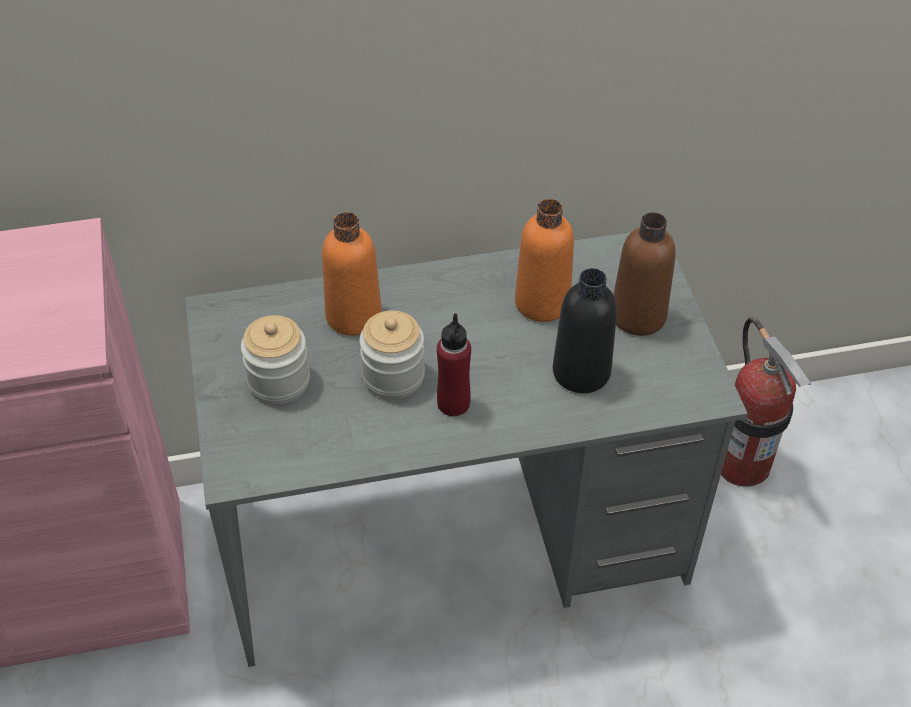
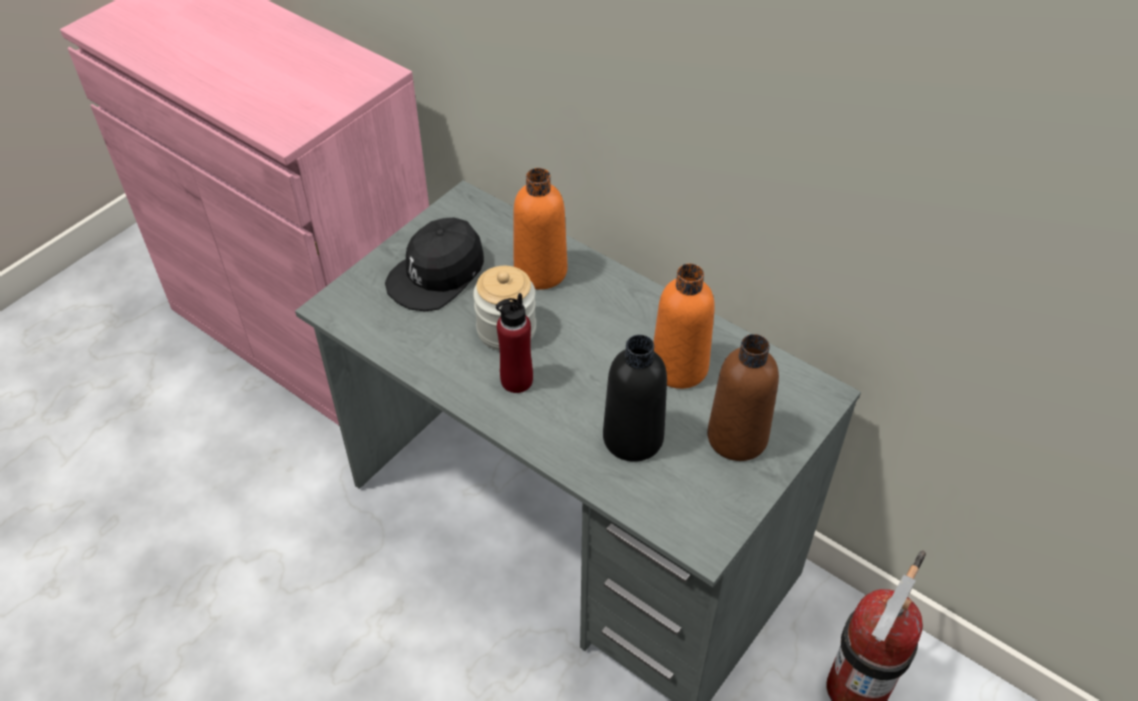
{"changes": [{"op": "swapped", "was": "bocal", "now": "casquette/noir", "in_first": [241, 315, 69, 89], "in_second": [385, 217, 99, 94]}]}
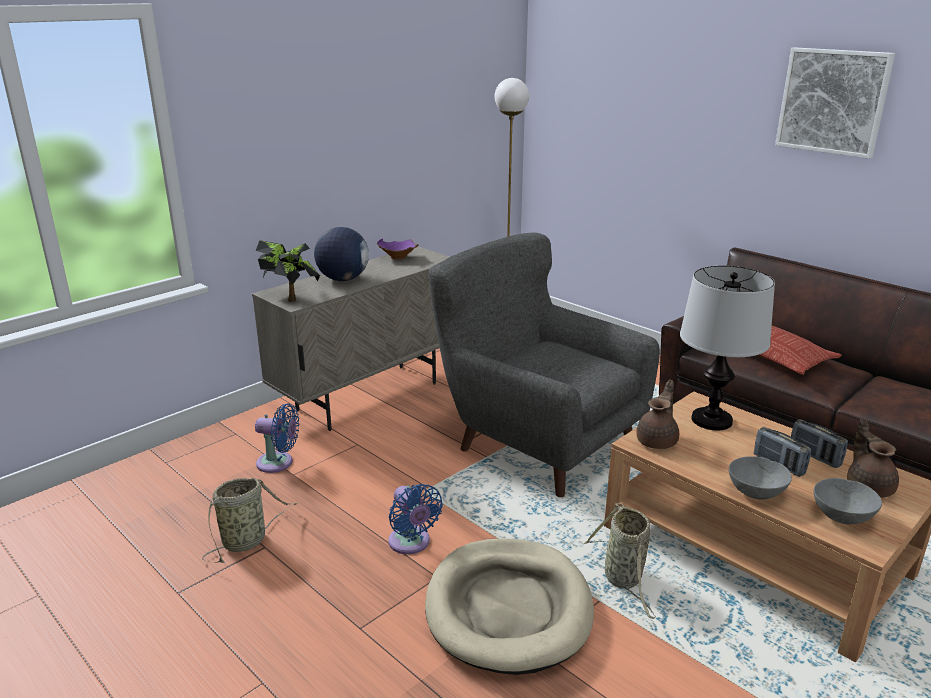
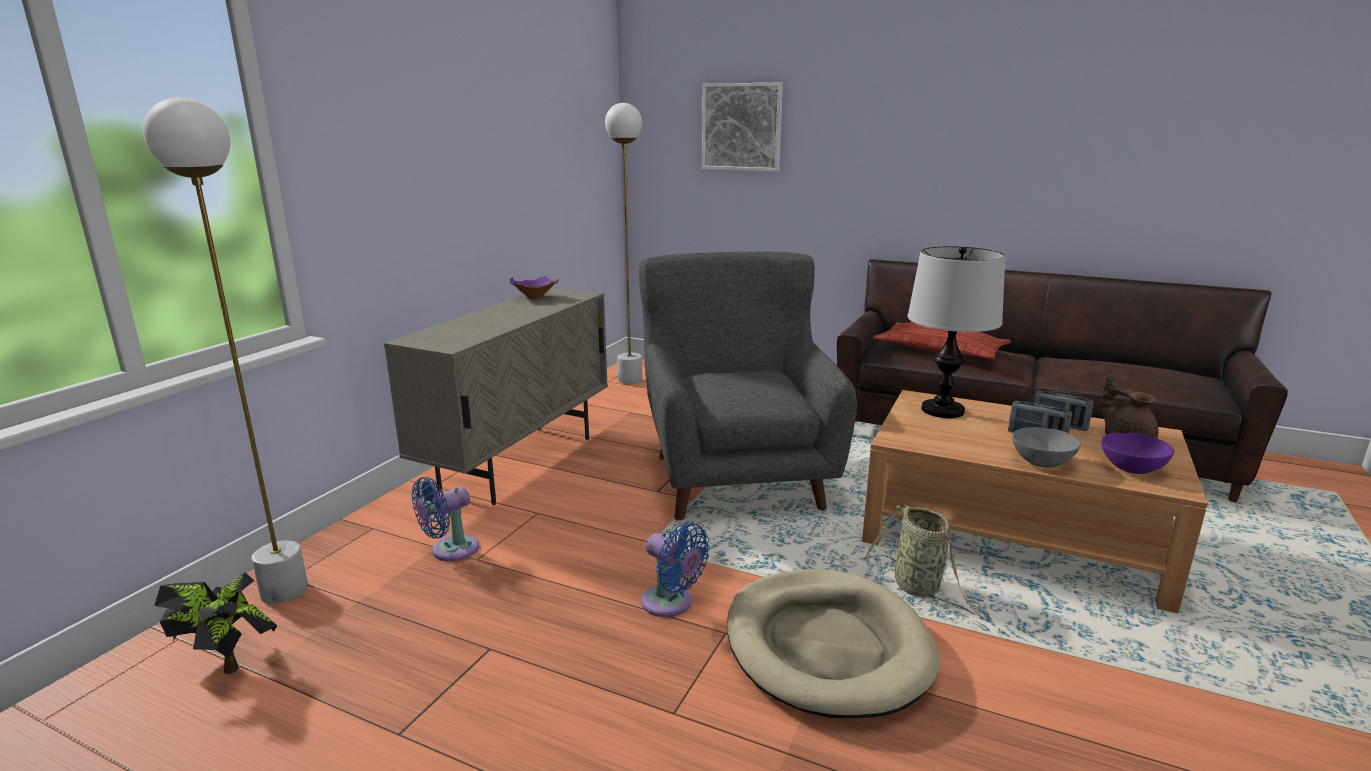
{"changes": [{"op": "gone", "was": "panier", "in_first": [202, 478, 96, 85]}, {"op": "gone", "was": "globe", "in_first": [314, 227, 55, 54]}, {"op": "gone", "was": "théière/marron", "in_first": [636, 379, 43, 70]}, {"op": "new", "now": "lampadaire/blanc", "in_second": [143, 97, 165, 507]}, {"op": "shifted", "was": "plante en pot", "in_first": [256, 240, 64, 62], "in_second": [154, 572, 123, 102]}, {"op": "shifted", "was": "tableau", "in_first": [775, 47, 120, 112], "in_second": [702, 83, 81, 89]}, {"op": "repainted", "was": "bol/gris", "now": "bol/violet", "in_first": [814, 478, 68, 46], "in_second": [1101, 433, 73, 41]}, {"op": "rotated", "was": "ventilateur/bleu", "in_first": [255, 404, 44, 69], "in_second": [411, 477, 68, 84], "clockwise": 150}, {"op": "rotated", "was": "fauteuil/gris", "in_first": [428, 232, 232, 265], "in_second": [639, 251, 218, 269], "clockwise": 60}]}
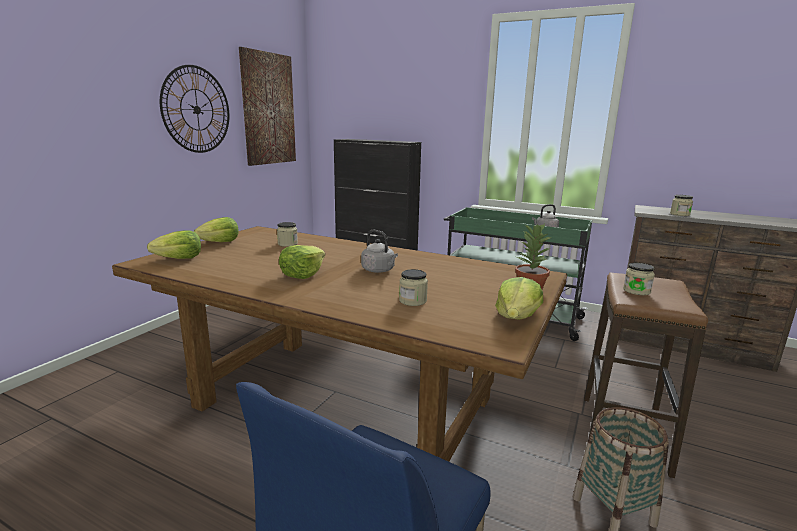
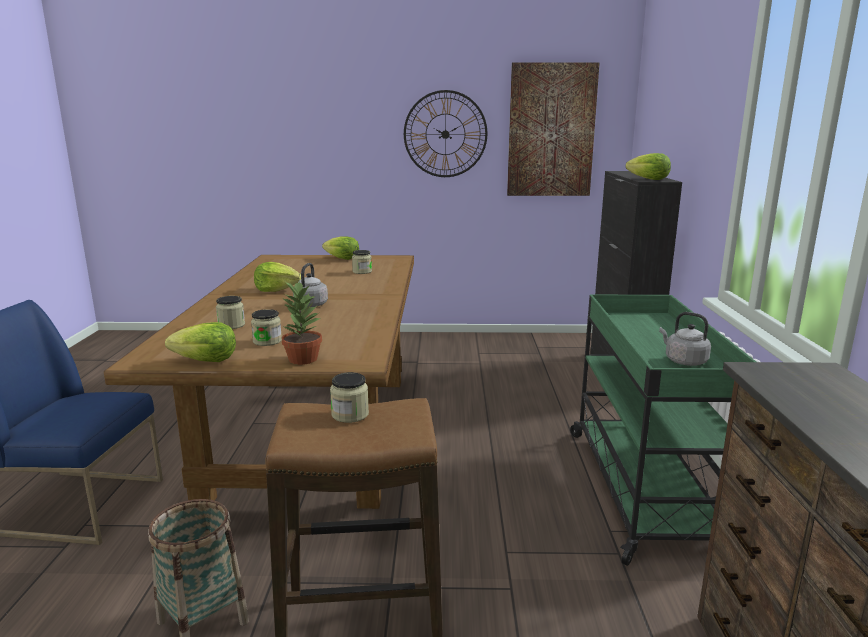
{"changes": [{"op": "shifted", "was": "laitue", "in_first": [147, 230, 54, 29], "in_second": [626, 153, 45, 27]}, {"op": "shifted", "was": "bocal", "in_first": [670, 195, 23, 21], "in_second": [251, 309, 31, 37]}]}
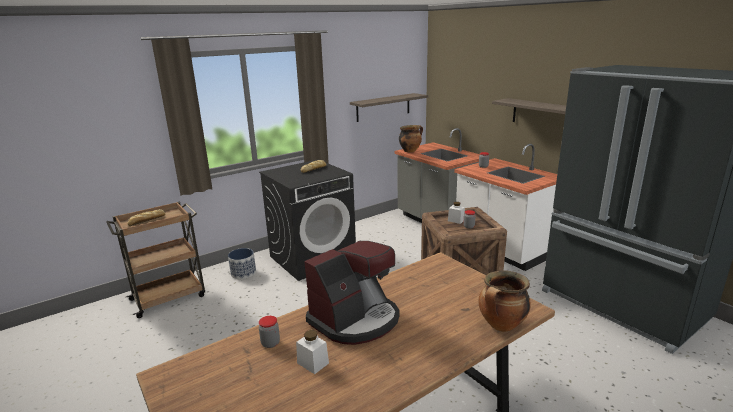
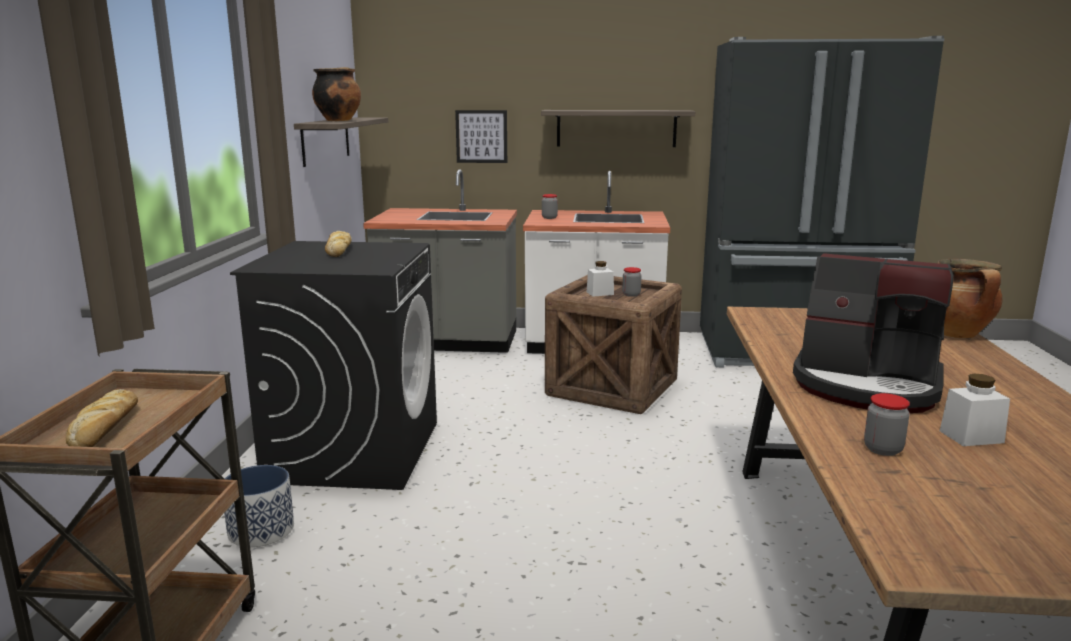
{"changes": [{"op": "new", "now": "tableau", "in_second": [455, 110, 52, 53]}, {"op": "shifted", "was": "marmite", "in_first": [399, 125, 24, 27], "in_second": [312, 67, 49, 54]}, {"op": "rotated", "was": "machine à café", "in_first": [304, 241, 96, 104], "in_second": [793, 253, 160, 160], "clockwise": 120}]}
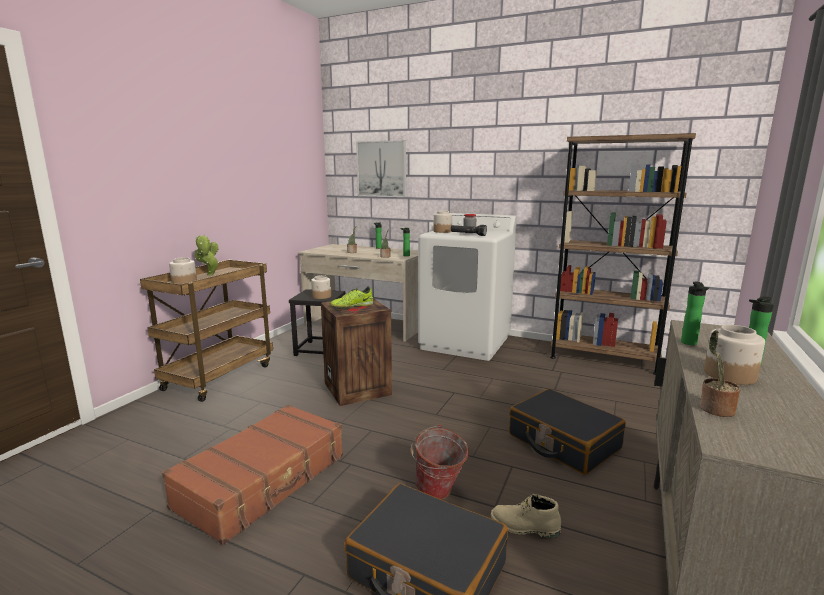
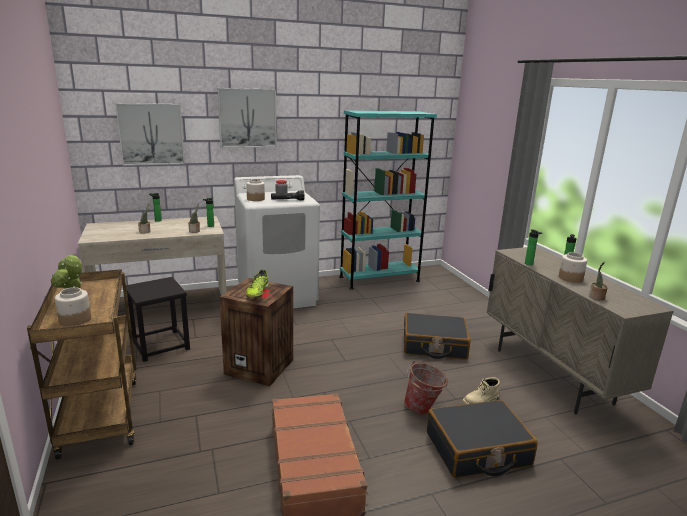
{"changes": [{"op": "gone", "was": "bocal", "in_first": [311, 275, 20, 24]}, {"op": "new", "now": "tableau", "in_second": [217, 88, 60, 60]}, {"op": "repainted", "was": "bibliothèque/marron", "now": "bibliothèque/turquoise", "in_first": [550, 133, 146, 242], "in_second": [339, 110, 98, 180]}]}
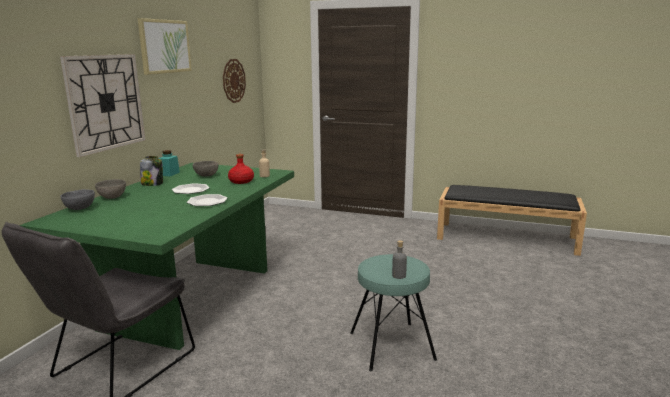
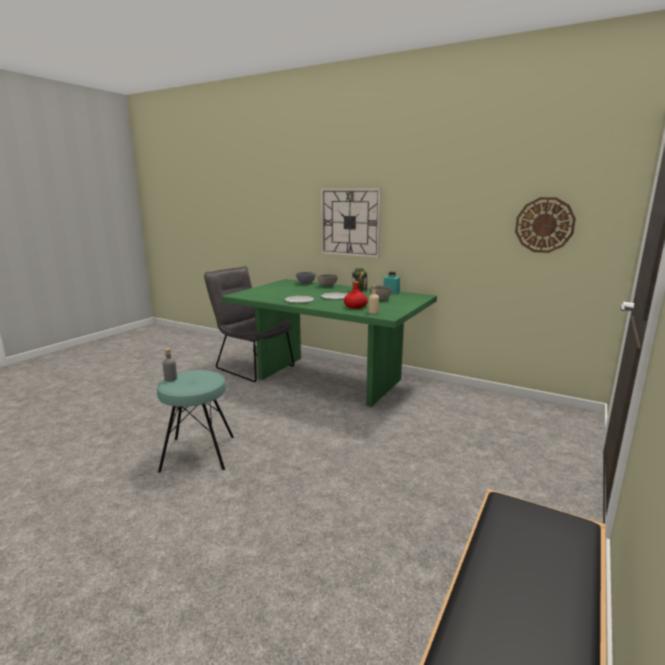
{"changes": [{"op": "gone", "was": "tableau", "in_first": [137, 18, 55, 57]}]}
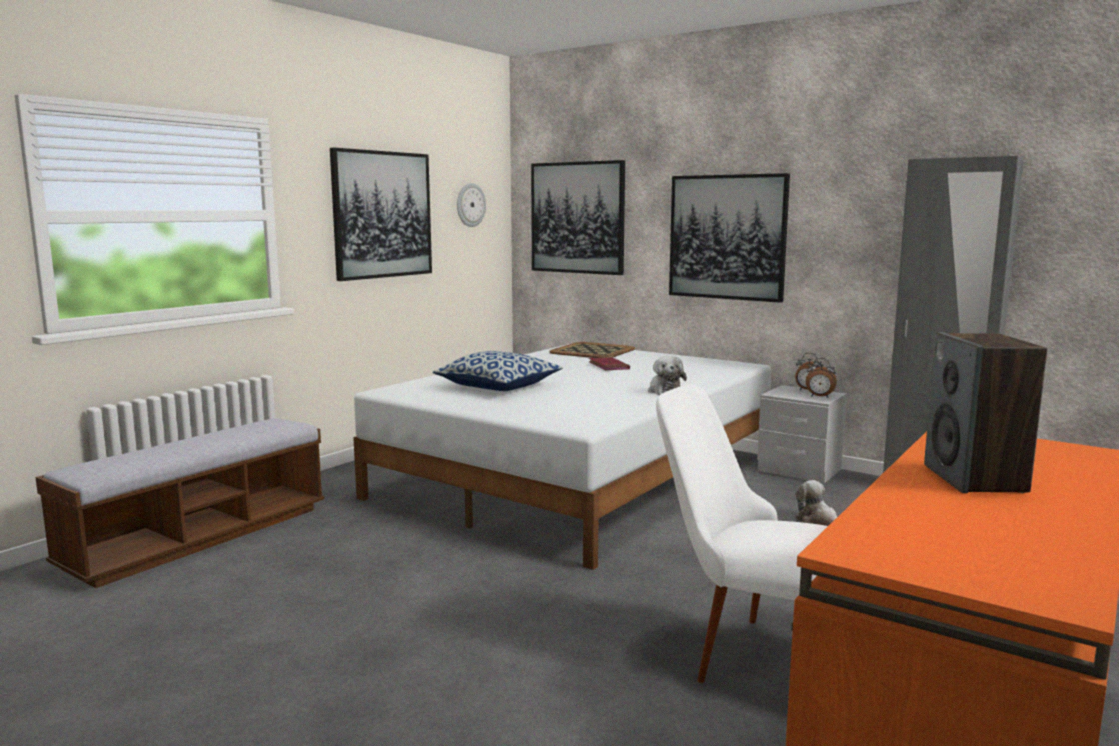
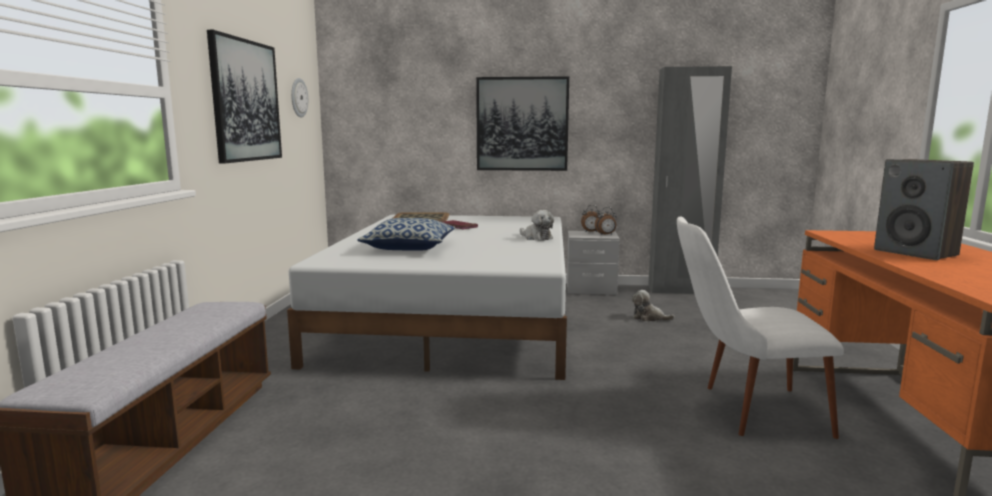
{"changes": [{"op": "gone", "was": "tableau", "in_first": [531, 160, 94, 115]}]}
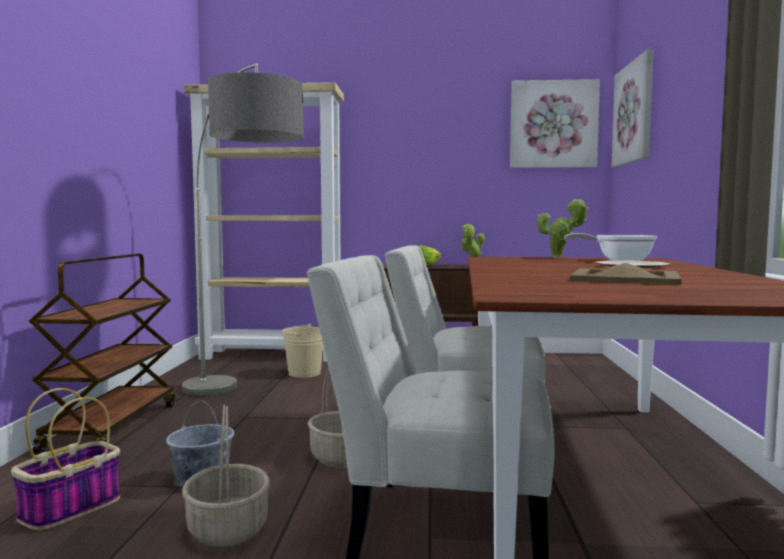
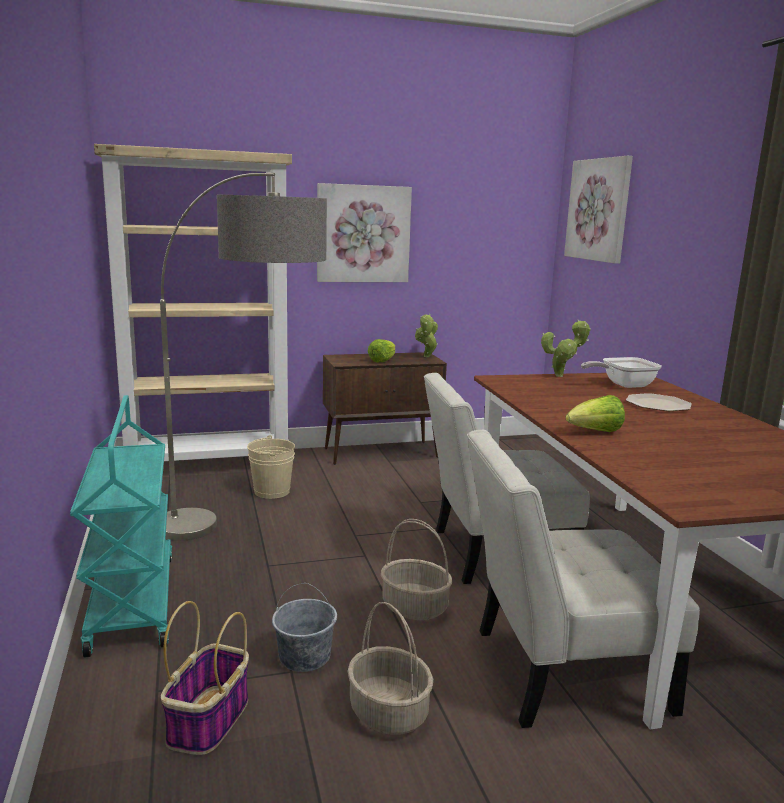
{"changes": [{"op": "gone", "was": "plateau/beige", "in_first": [570, 263, 112, 22]}, {"op": "new", "now": "laitue", "in_second": [565, 395, 60, 37]}, {"op": "shifted", "was": "tableau", "in_first": [510, 79, 90, 89], "in_second": [317, 183, 95, 99]}, {"op": "repainted", "was": "chariot/marron", "now": "chariot/turquoise", "in_first": [29, 254, 146, 201], "in_second": [70, 395, 102, 263]}]}
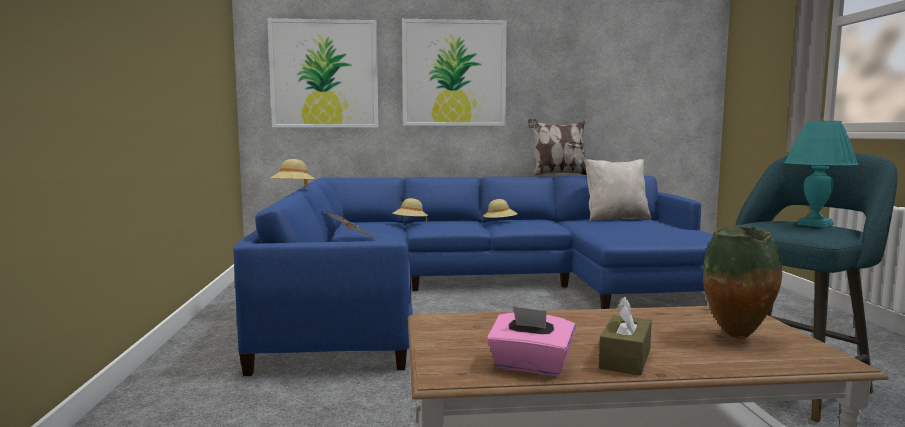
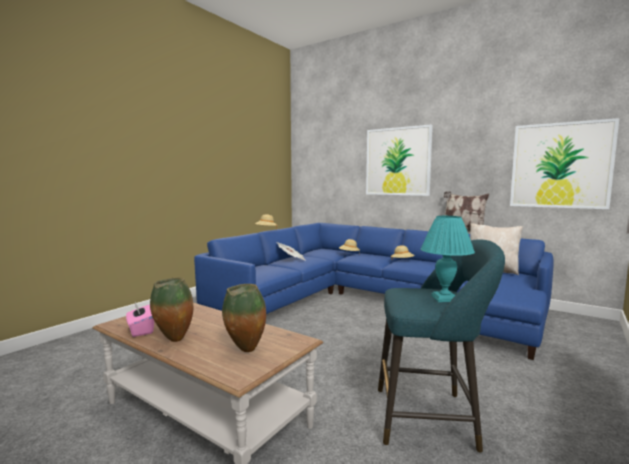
{"changes": [{"op": "shifted", "was": "tableau", "in_first": [267, 18, 111, 110], "in_second": [510, 118, 109, 91]}, {"op": "swapped", "was": "boîte à mouchoirs/marron", "now": "vase", "in_first": [599, 296, 53, 80], "in_second": [150, 278, 43, 64]}]}
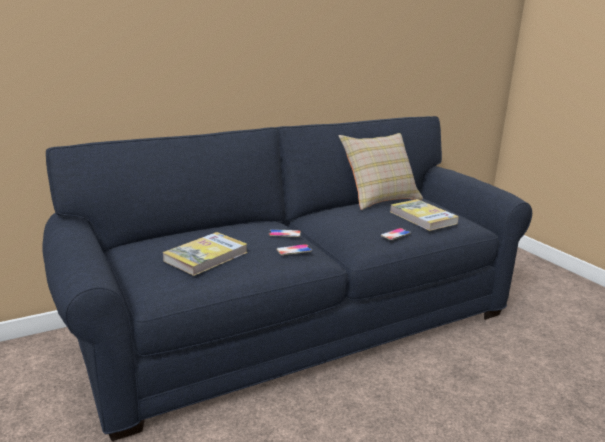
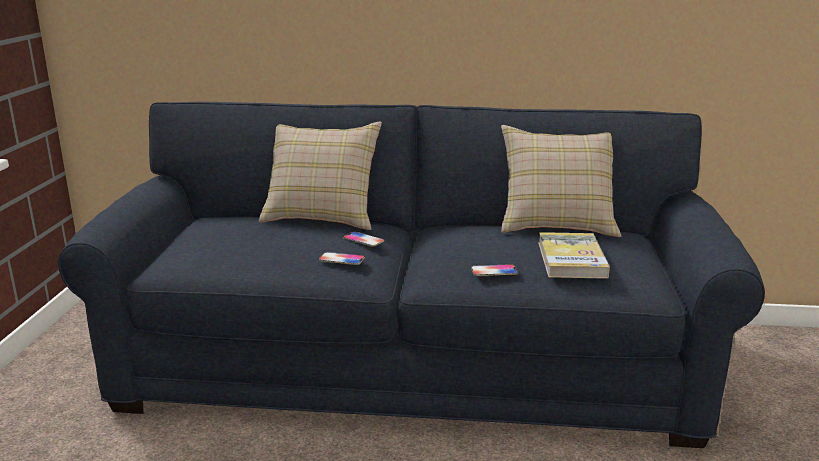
{"changes": [{"op": "gone", "was": "livre", "in_first": [163, 232, 85, 44]}, {"op": "new", "now": "coussin/beige", "in_second": [259, 122, 123, 108]}]}
